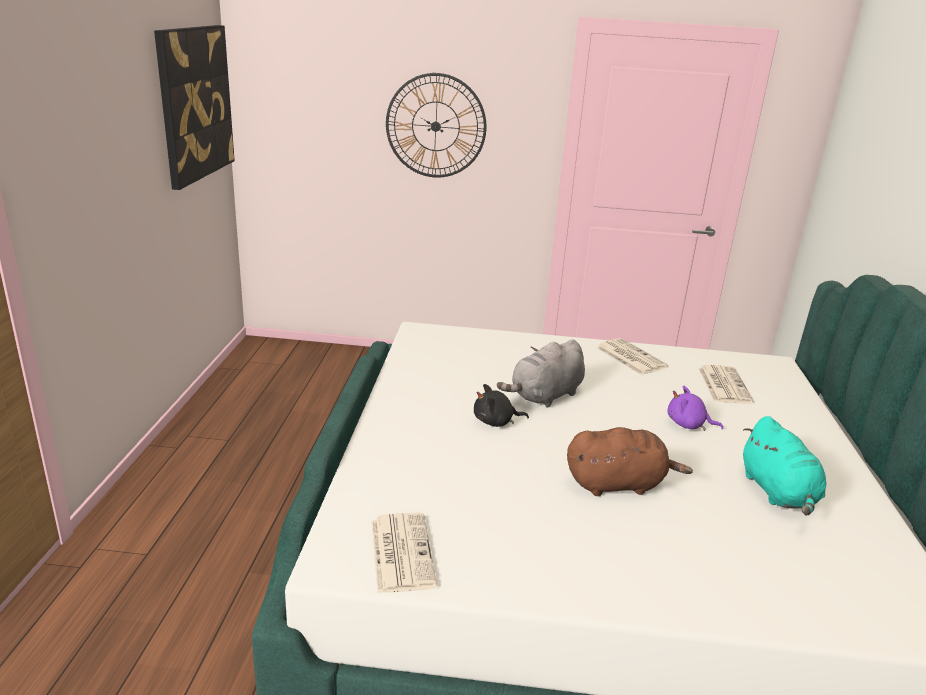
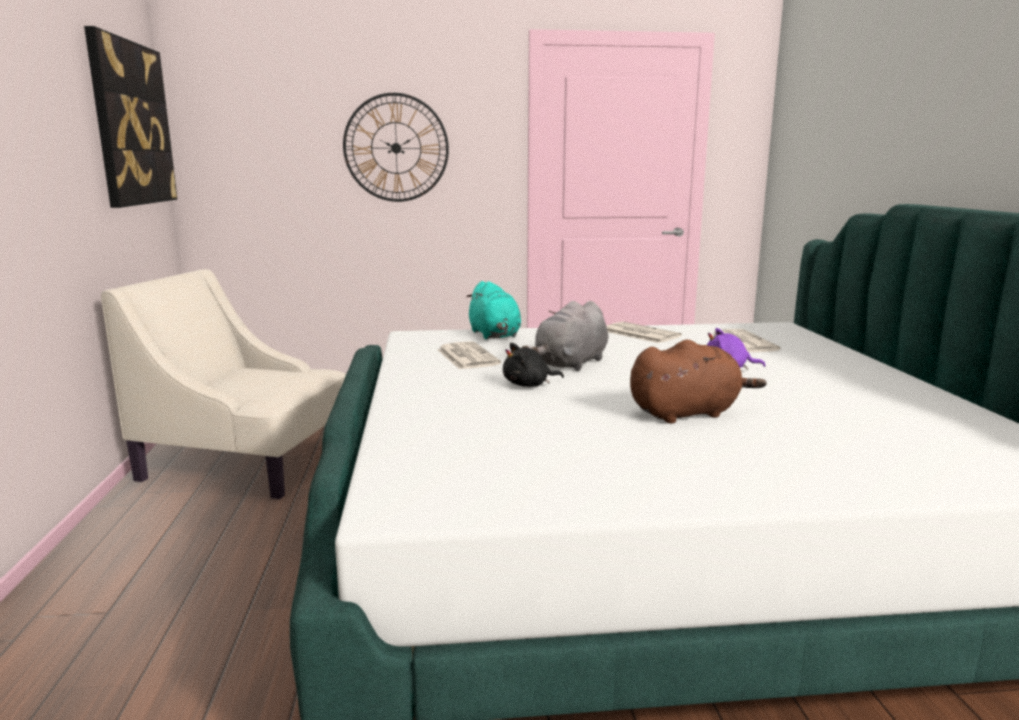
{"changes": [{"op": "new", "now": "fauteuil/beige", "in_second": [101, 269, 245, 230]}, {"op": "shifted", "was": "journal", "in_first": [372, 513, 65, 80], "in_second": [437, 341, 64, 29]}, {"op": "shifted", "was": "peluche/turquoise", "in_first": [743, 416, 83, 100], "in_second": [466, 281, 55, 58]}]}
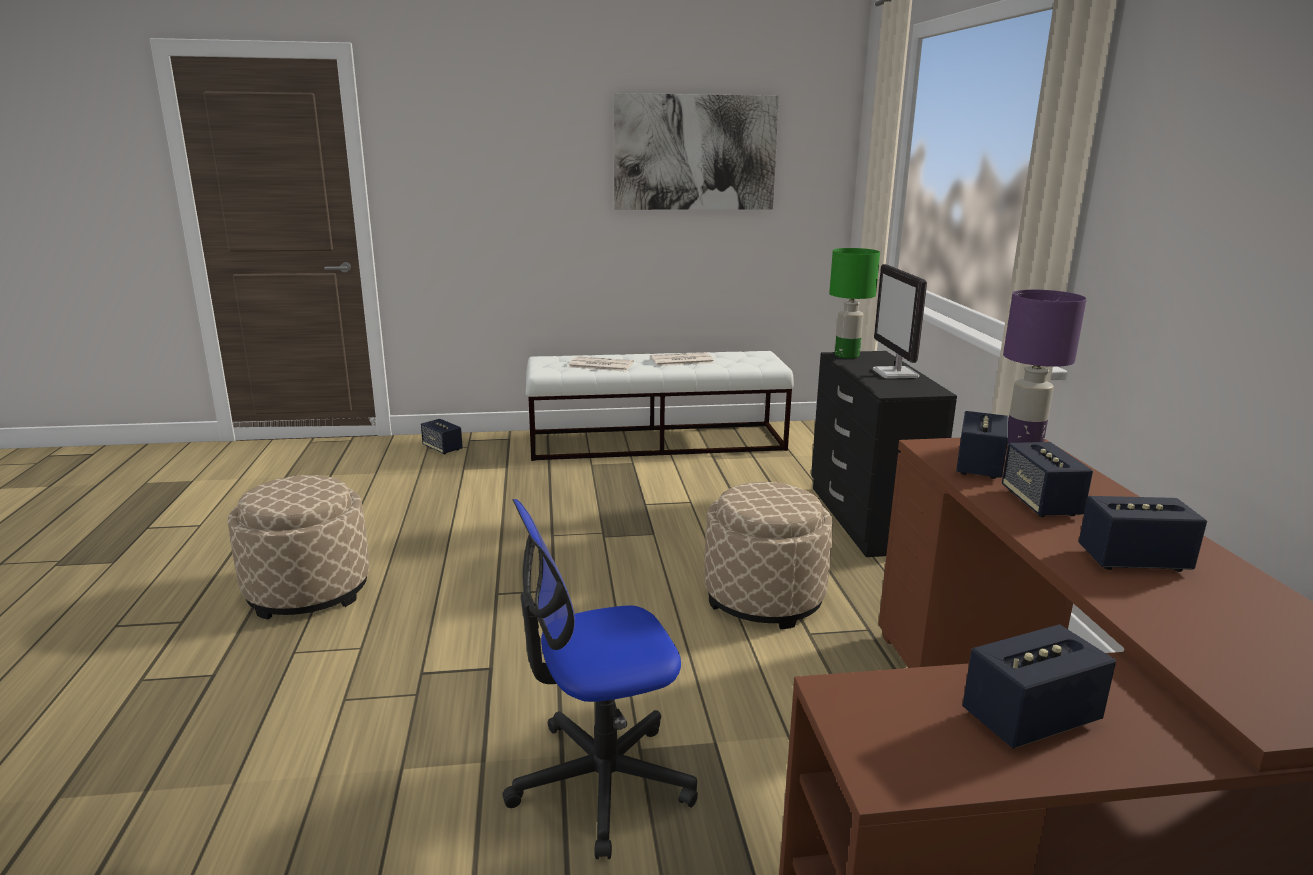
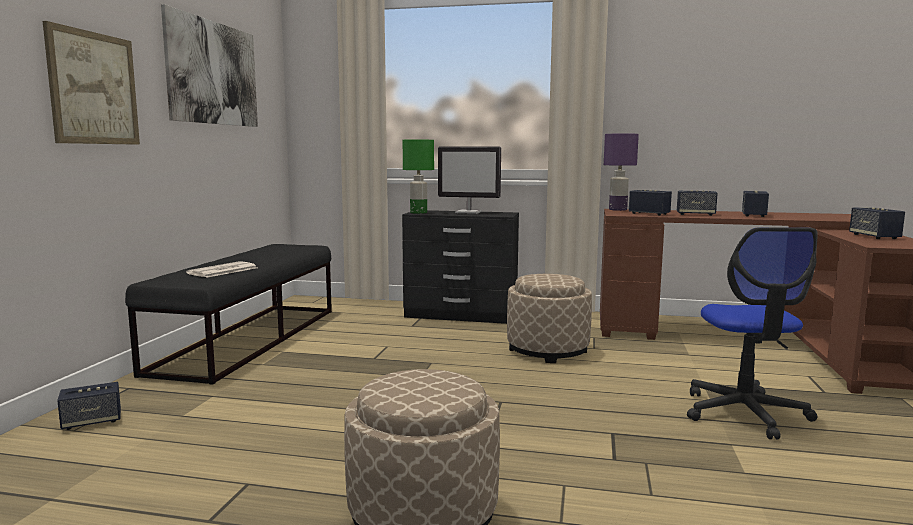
{"changes": [{"op": "gone", "was": "journal", "in_first": [650, 352, 64, 14]}, {"op": "new", "now": "tableau", "in_second": [43, 21, 97, 124]}, {"op": "repainted", "was": "banc/blanc", "now": "banc/noir", "in_first": [526, 351, 267, 110], "in_second": [125, 244, 207, 141]}]}
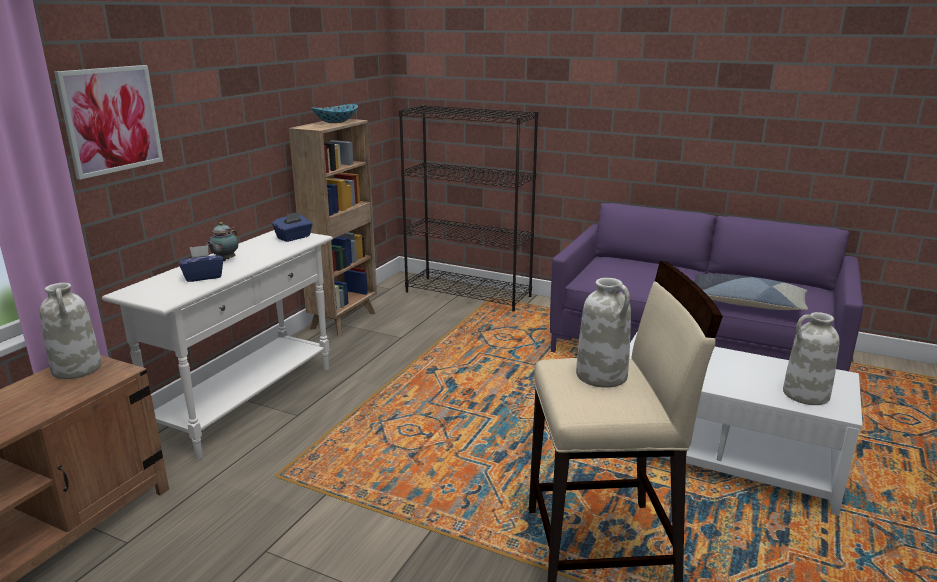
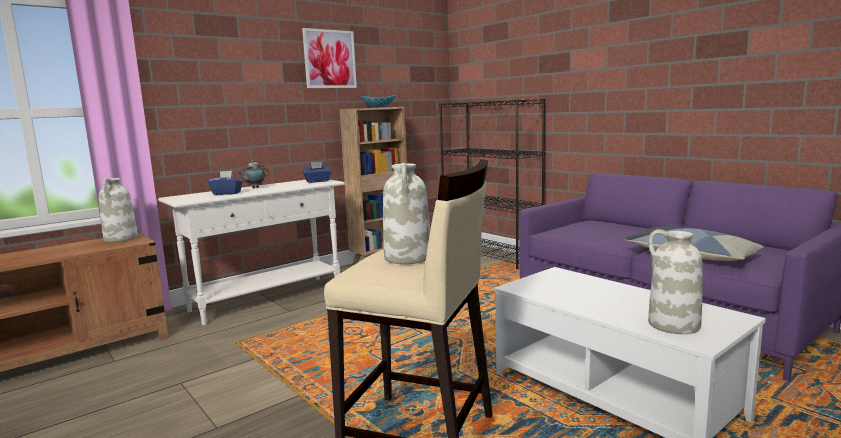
{"changes": [{"op": "shifted", "was": "tableau", "in_first": [54, 65, 109, 115], "in_second": [302, 28, 55, 60]}]}
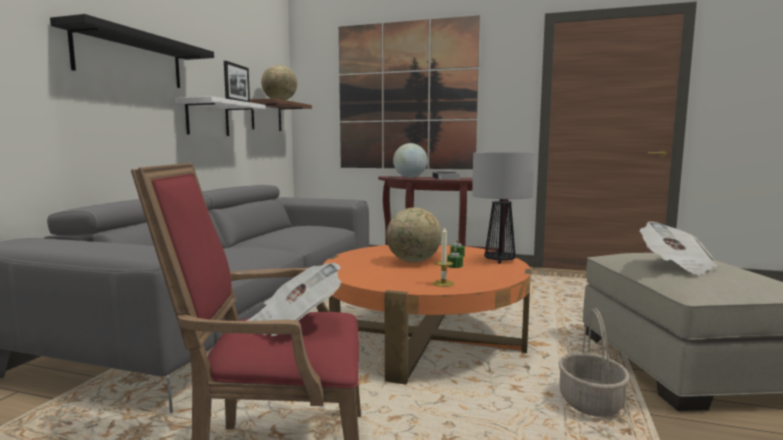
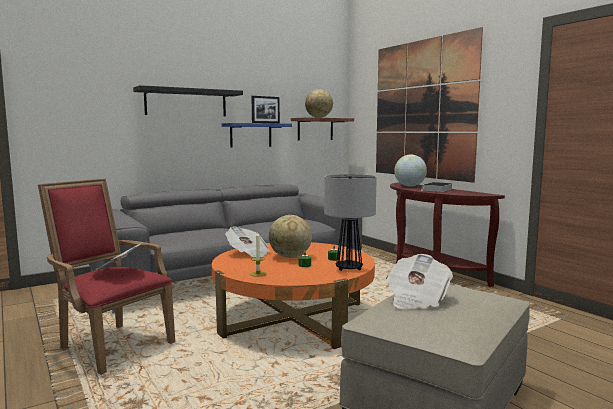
{"changes": [{"op": "gone", "was": "panier", "in_first": [559, 308, 71, 109]}, {"op": "new", "now": "journal", "in_second": [225, 226, 45, 31]}, {"op": "repainted", "was": "étagère/blanc", "now": "étagère/bleu", "in_first": [175, 96, 91, 40], "in_second": [222, 123, 70, 25]}]}
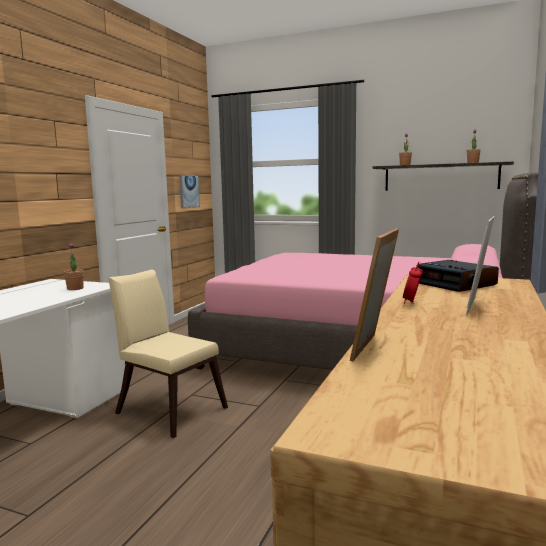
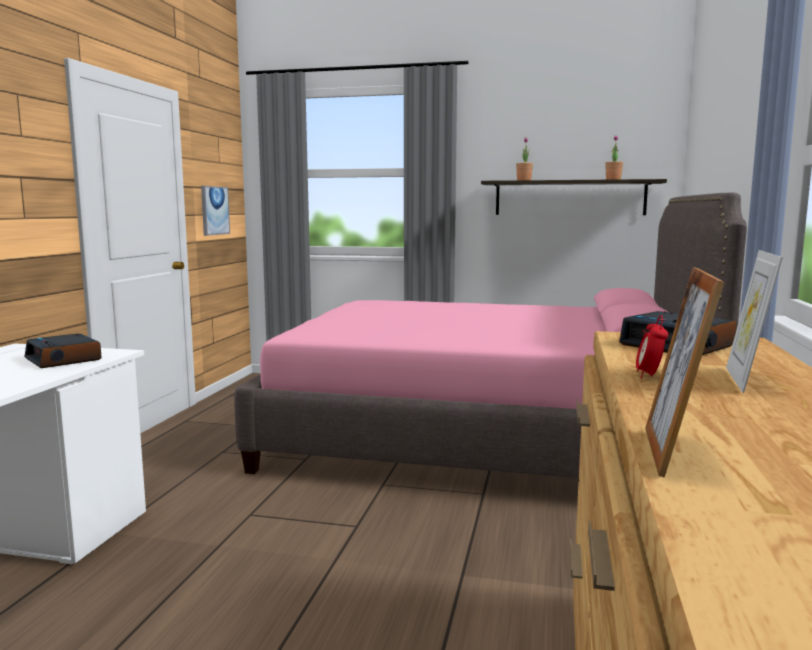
{"changes": [{"op": "gone", "was": "chaise/beige", "in_first": [108, 269, 120, 169]}, {"op": "swapped", "was": "plante en pot", "now": "réveil", "in_first": [64, 243, 20, 47], "in_second": [24, 333, 78, 35]}]}
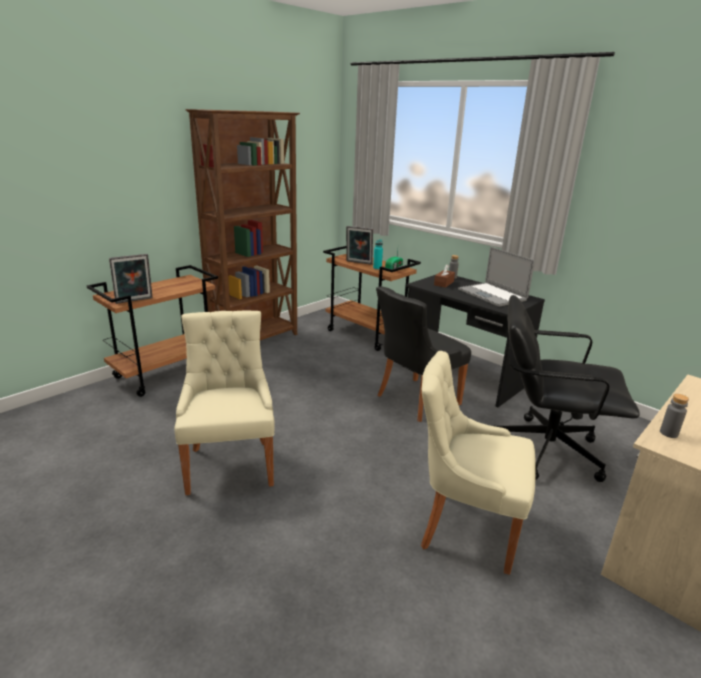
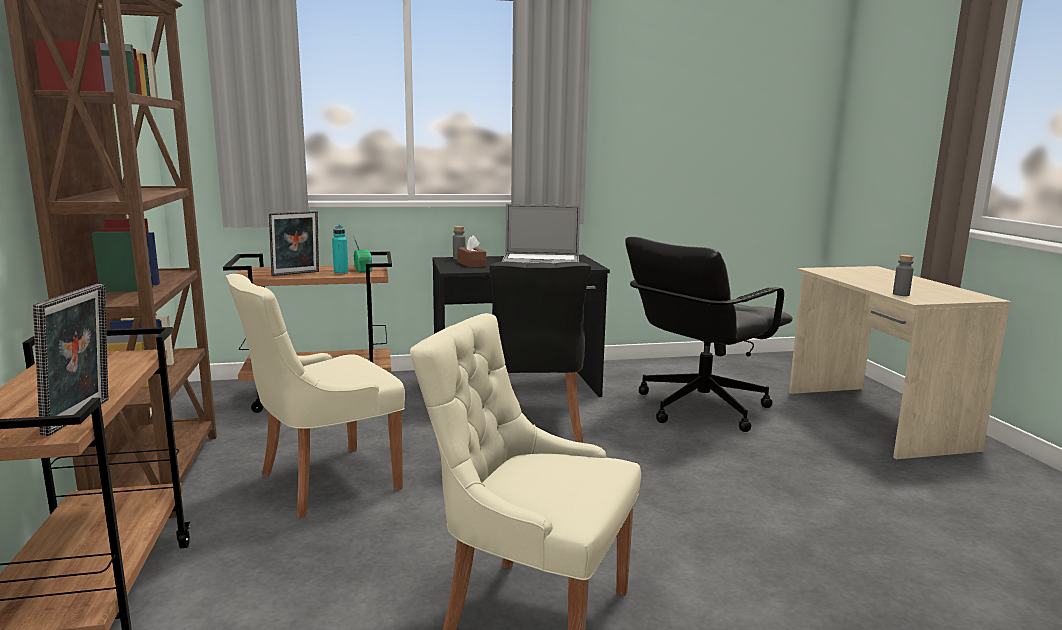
{"changes": [{"op": "shifted", "was": "chaise/beige", "in_first": [421, 351, 115, 224], "in_second": [226, 274, 179, 244]}]}
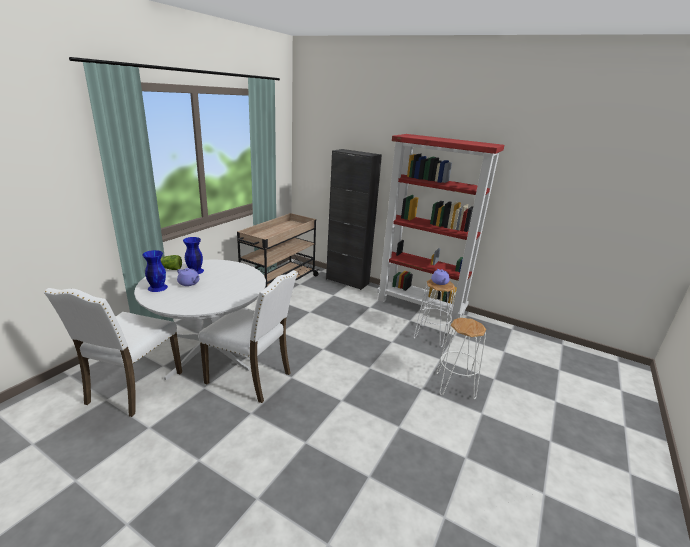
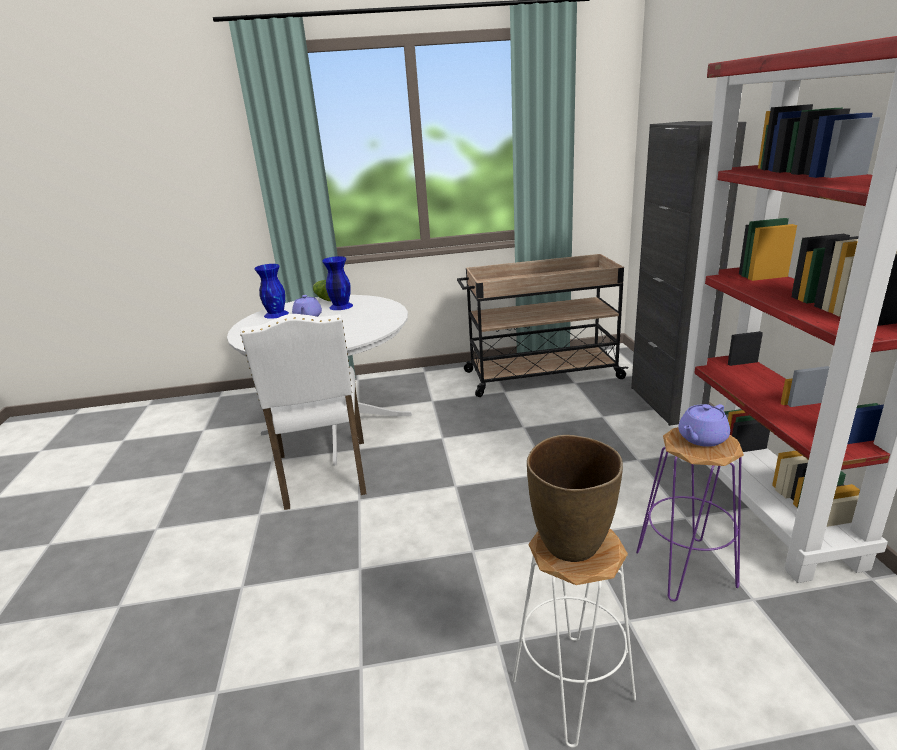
{"changes": [{"op": "gone", "was": "chaise/blanc", "in_first": [44, 288, 138, 129]}, {"op": "new", "now": "vase/marron", "in_second": [527, 435, 96, 127]}, {"op": "repainted", "was": "tabouret/blanc", "now": "tabouret/violet", "in_first": [414, 279, 41, 68], "in_second": [636, 427, 108, 174]}]}
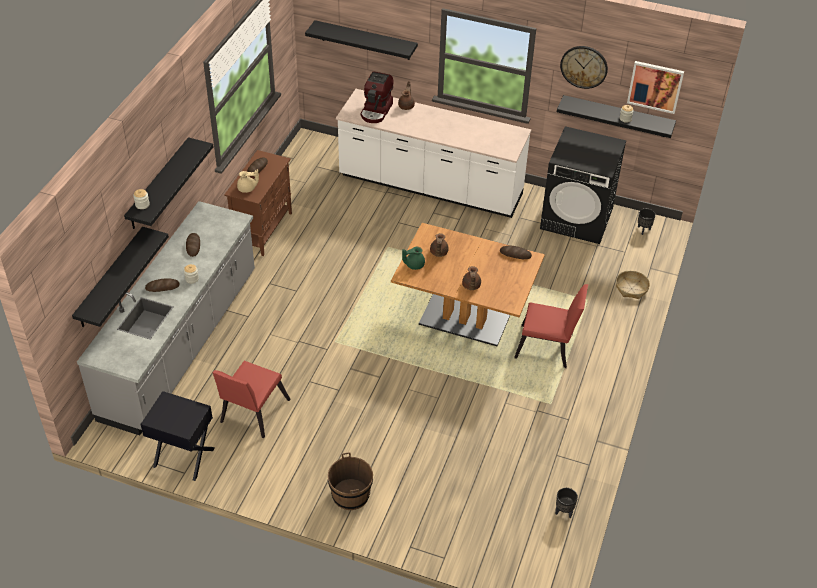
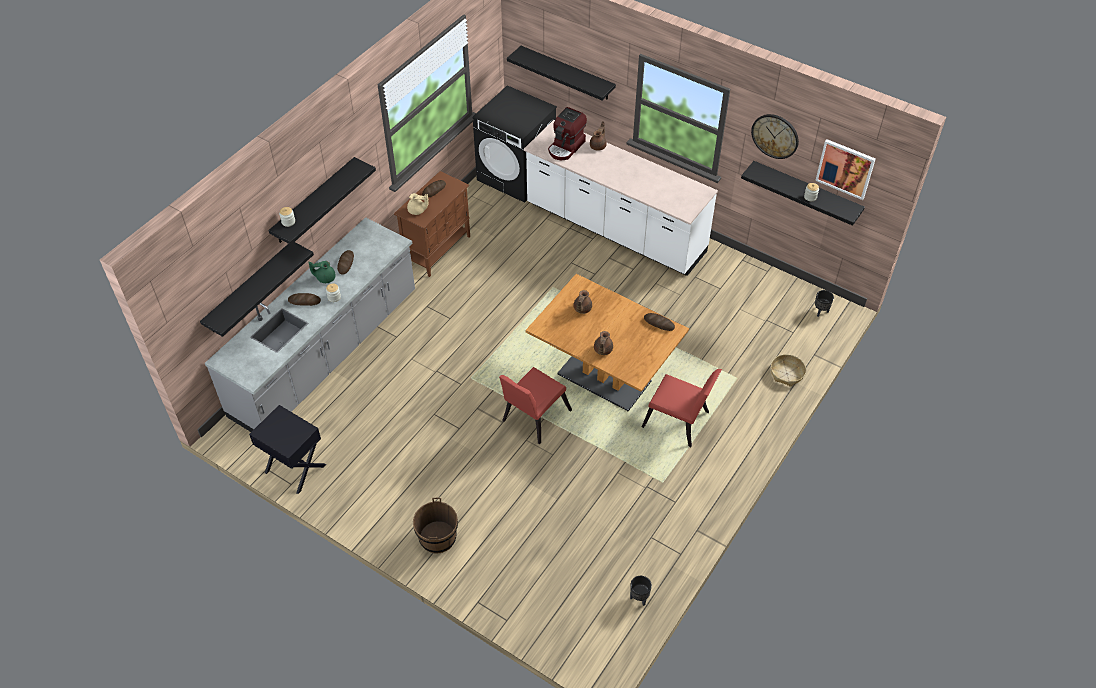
{"changes": [{"op": "shifted", "was": "chaise/rouge", "in_first": [212, 361, 78, 77], "in_second": [499, 367, 73, 77]}, {"op": "shifted", "was": "théière/vert", "in_first": [402, 246, 23, 24], "in_second": [308, 261, 28, 22]}, {"op": "shifted", "was": "lave-linge/noir", "in_first": [540, 126, 86, 118], "in_second": [473, 85, 84, 118]}]}
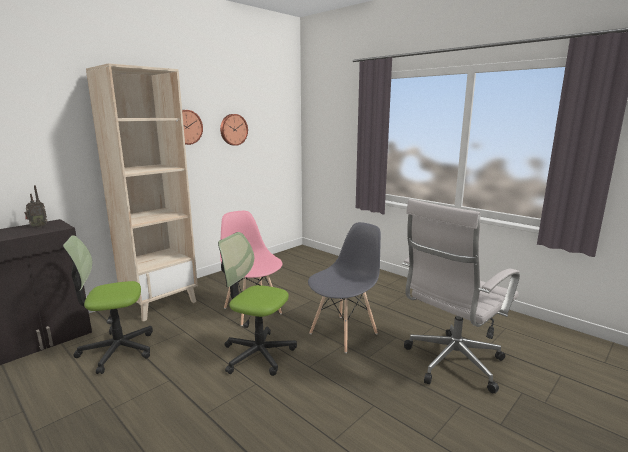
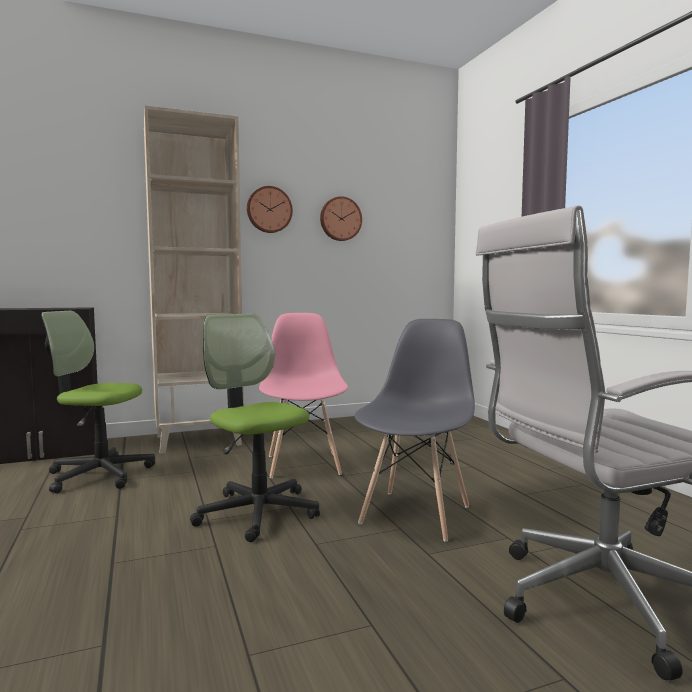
{"changes": [{"op": "gone", "was": "radio", "in_first": [24, 185, 23, 43]}, {"op": "rotated", "was": "chaise/gris", "in_first": [308, 222, 73, 131], "in_second": [354, 319, 121, 223], "clockwise": -45}]}
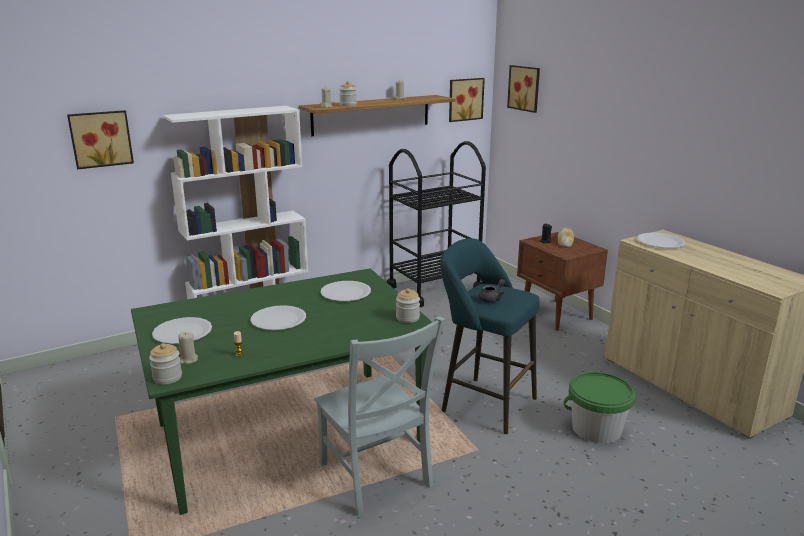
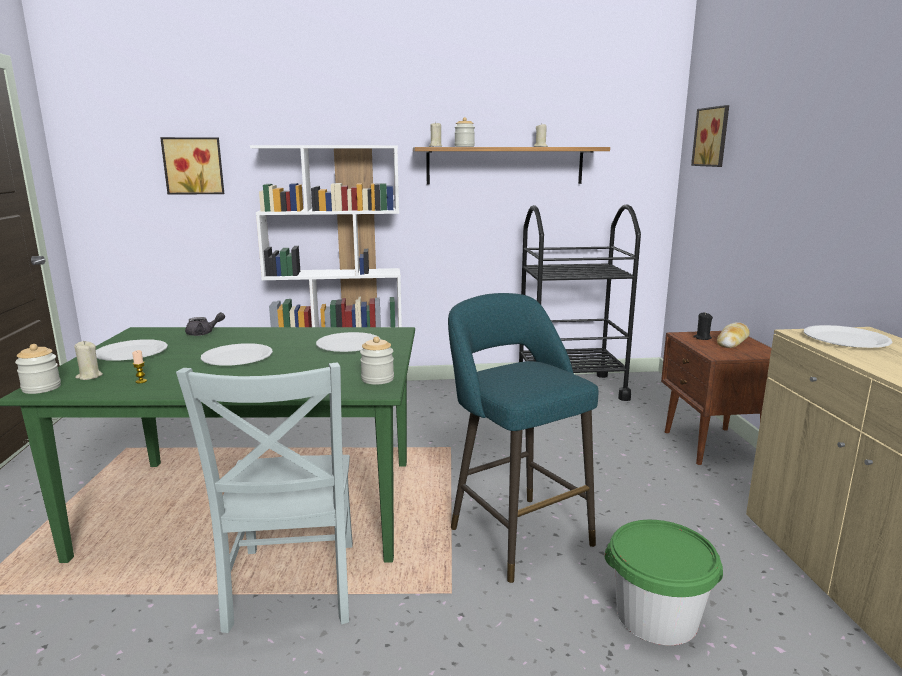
{"changes": [{"op": "gone", "was": "tableau", "in_first": [449, 78, 36, 44]}, {"op": "shifted", "was": "théière/gris", "in_first": [479, 279, 27, 24], "in_second": [185, 312, 40, 24]}]}
